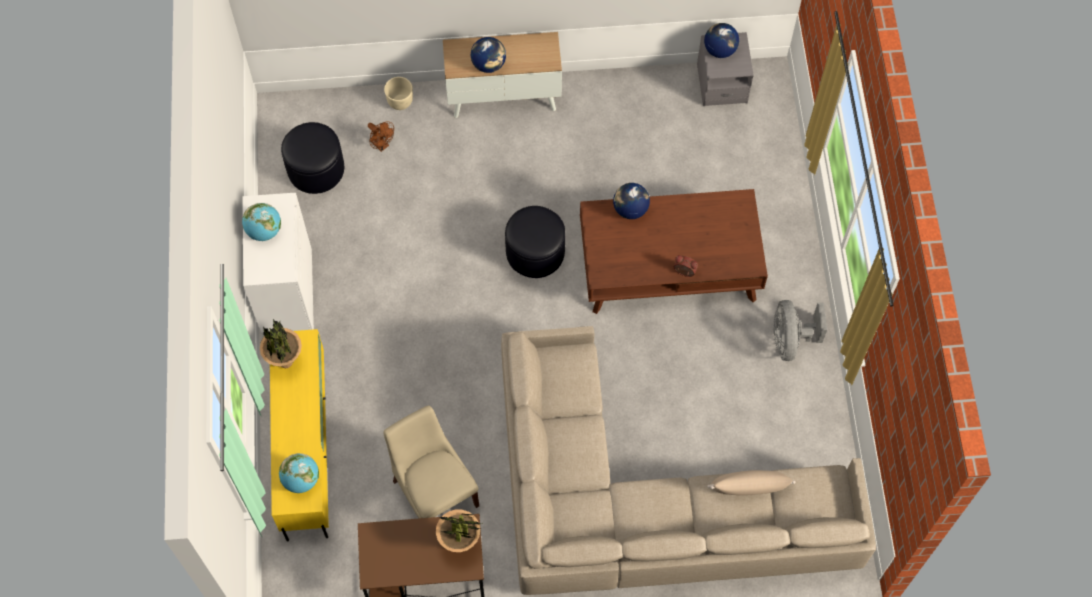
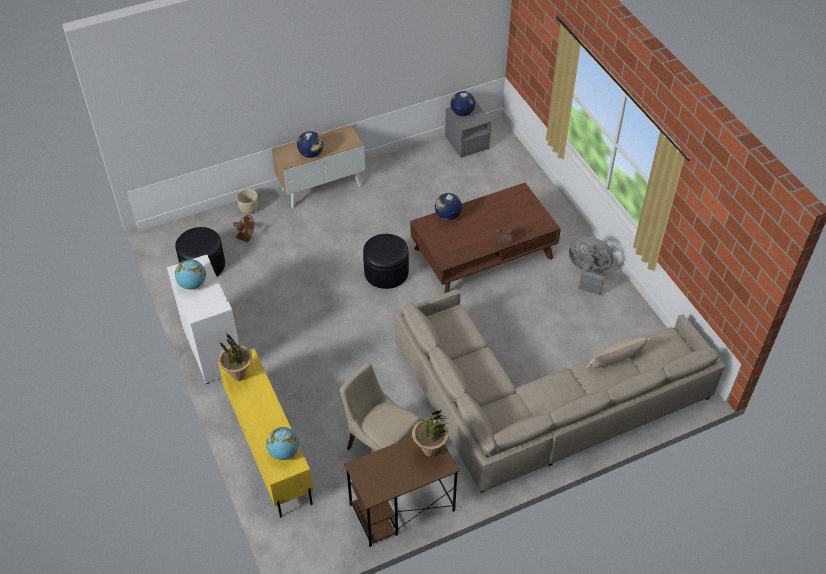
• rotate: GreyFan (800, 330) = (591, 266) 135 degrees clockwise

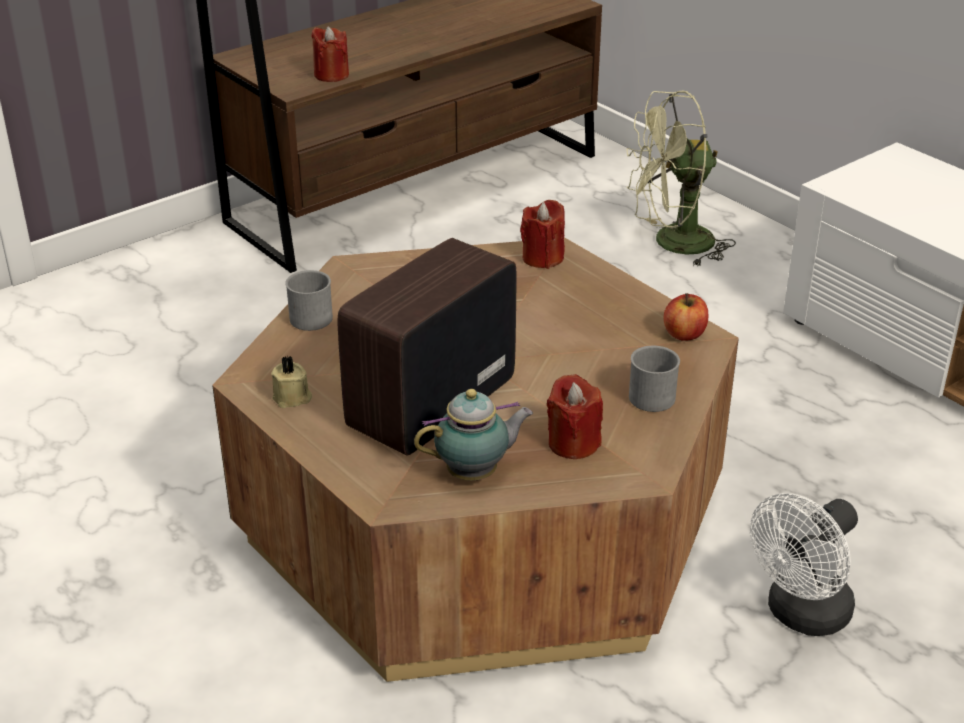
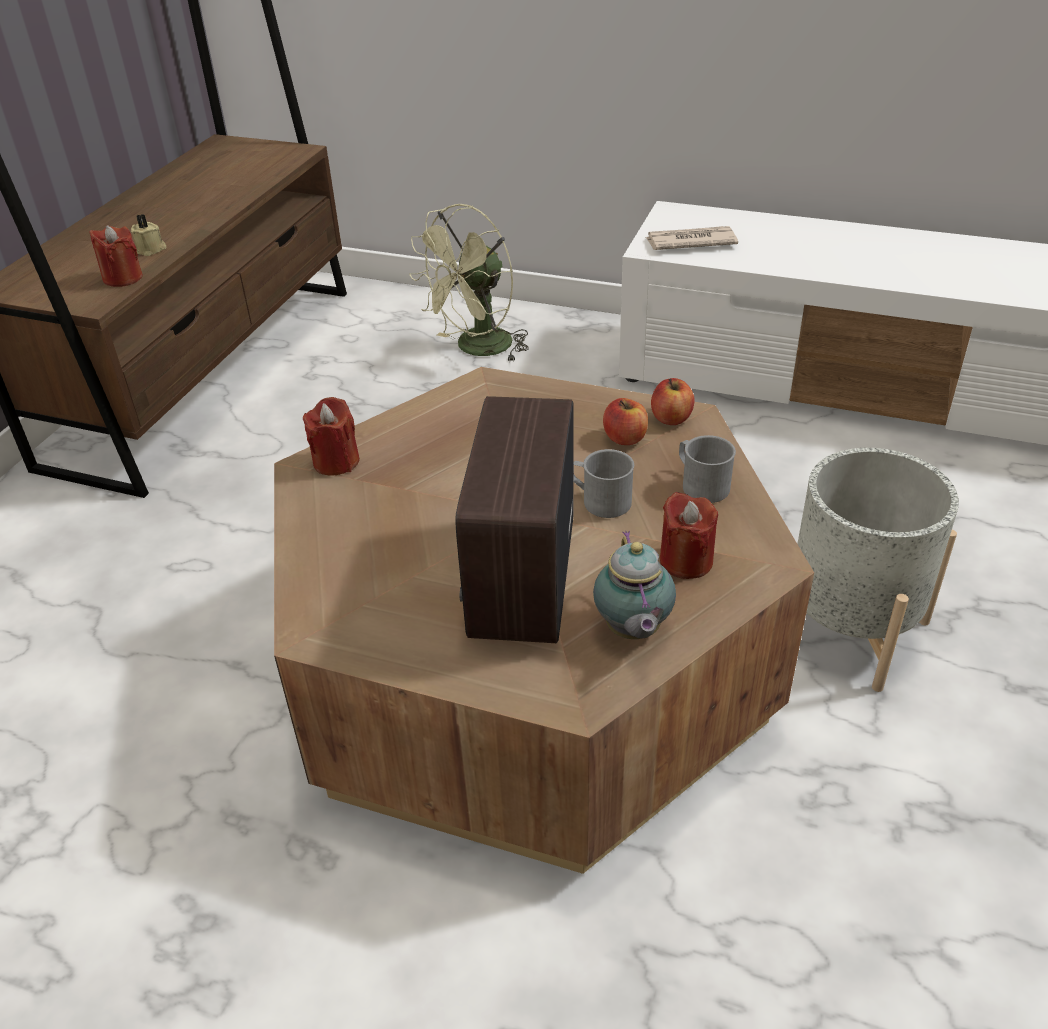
• move: BeigeCandle (291, 382) to (148, 235)
• move: RedCandle (542, 234) to (331, 436)
• move: GreyMug (309, 300) to (603, 483)
• rotate: Teapot (473, 435) = (634, 585) 135 degrees clockwise
• insert: Apple (625, 421)
• insert: Newspaper (691, 238)
• replace: WhiteFan (804, 564) to GreyPlanter (878, 570)

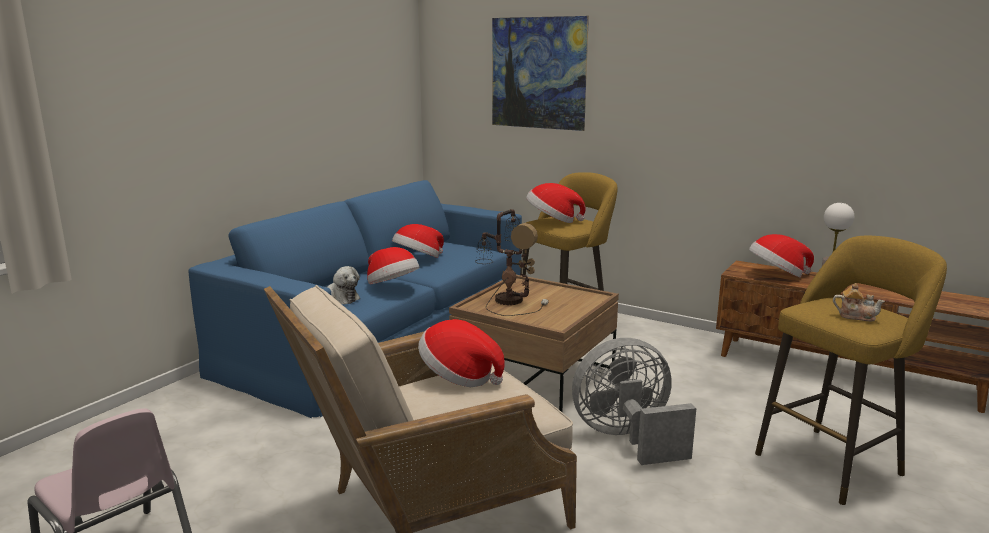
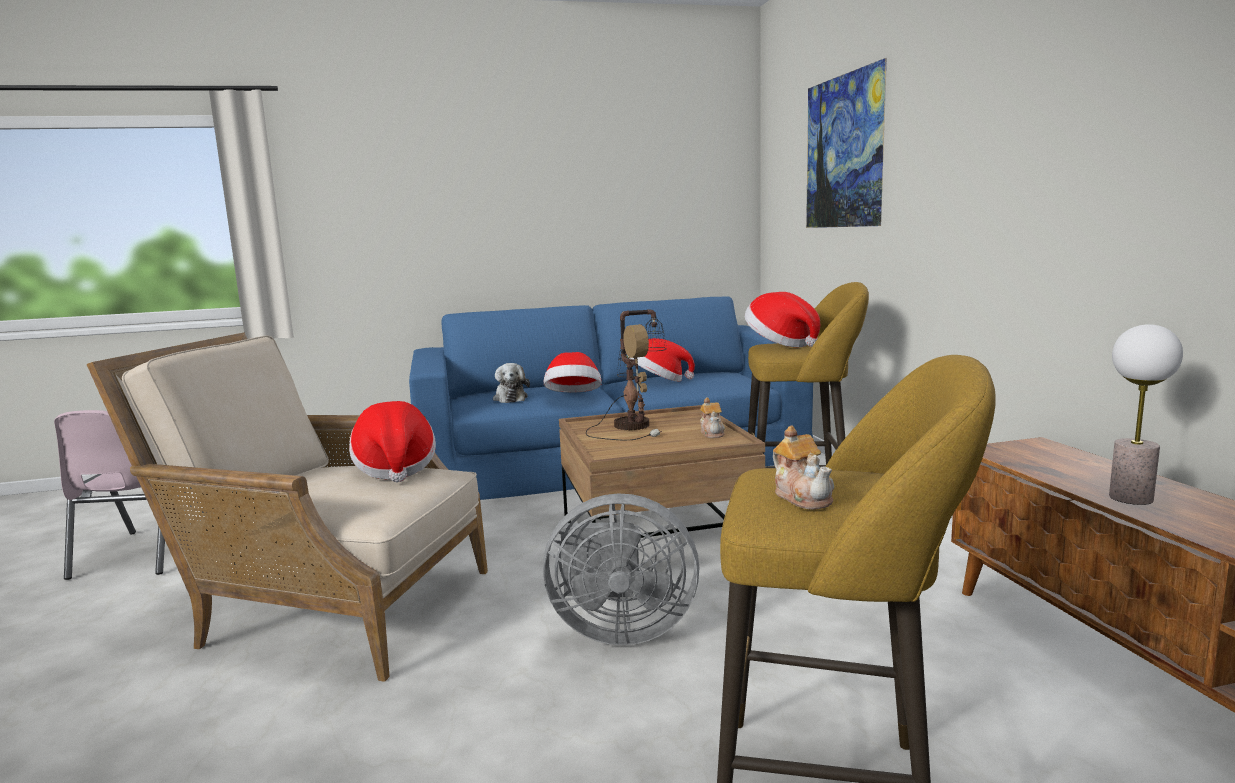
• rotate: GreyFan (634, 401) = (621, 569) 150 degrees clockwise
• insert: Teapot (712, 417)
• delete: Hat (781, 255)

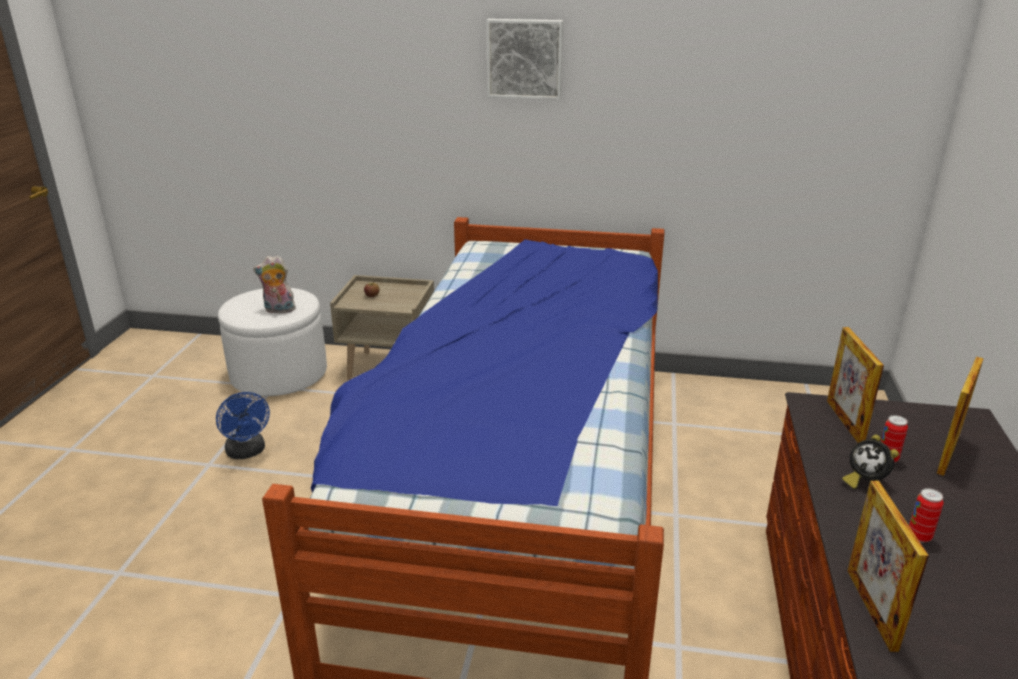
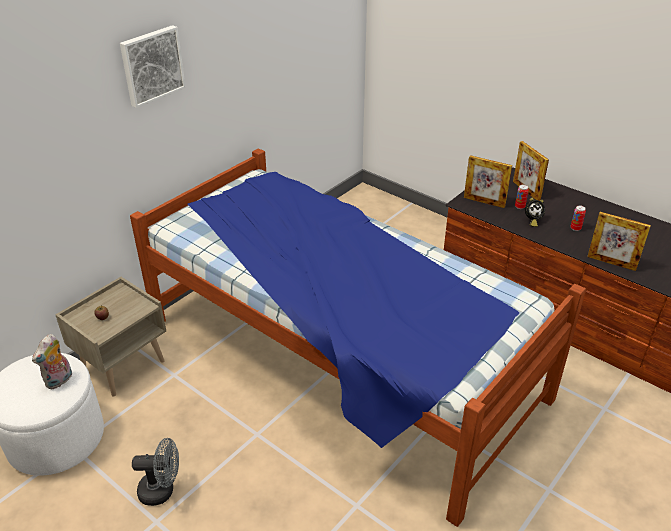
• recolor: BlueFan (243, 425) to GreyFan (155, 472)

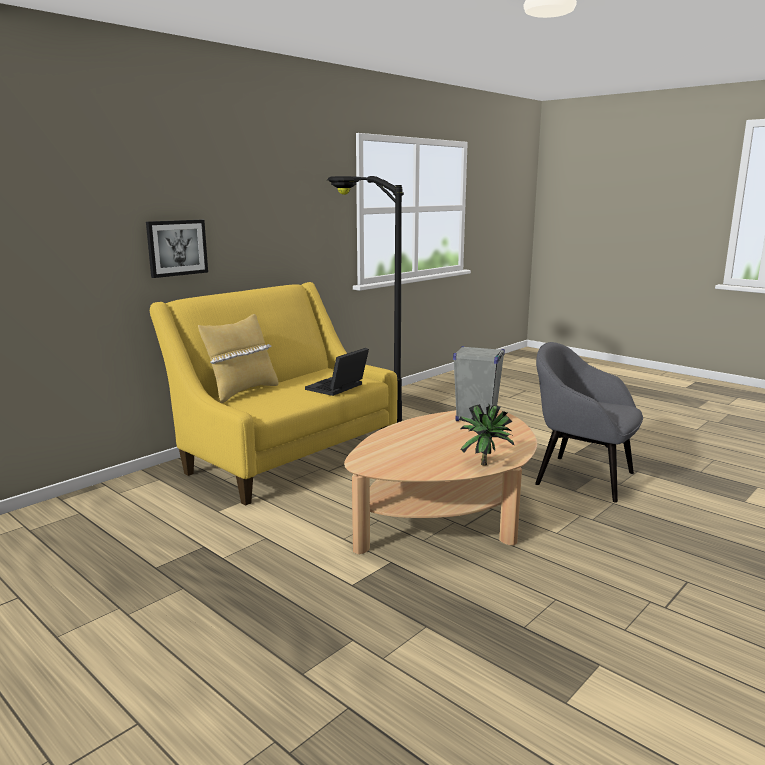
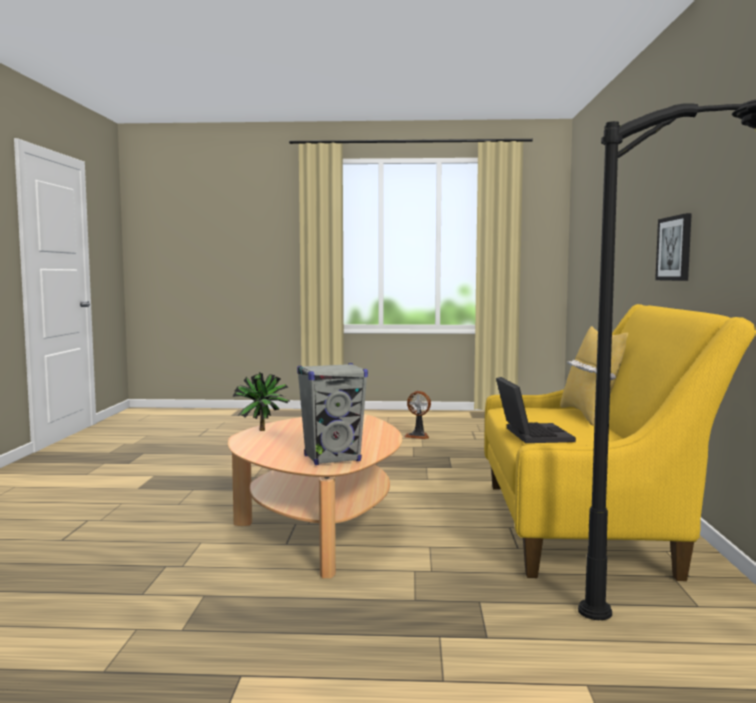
• insert: Fan (417, 415)
• delete: GreyArmchair (589, 422)

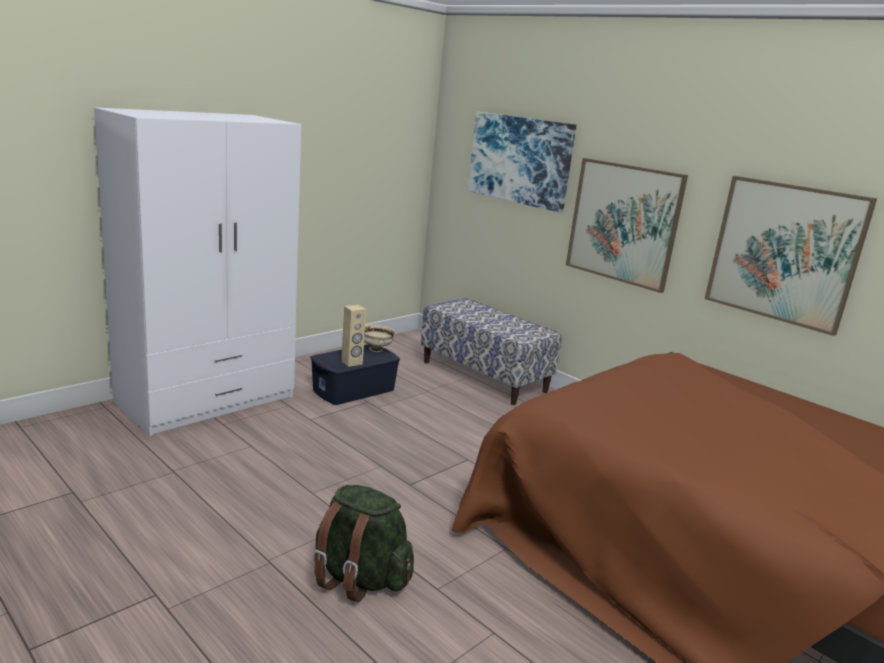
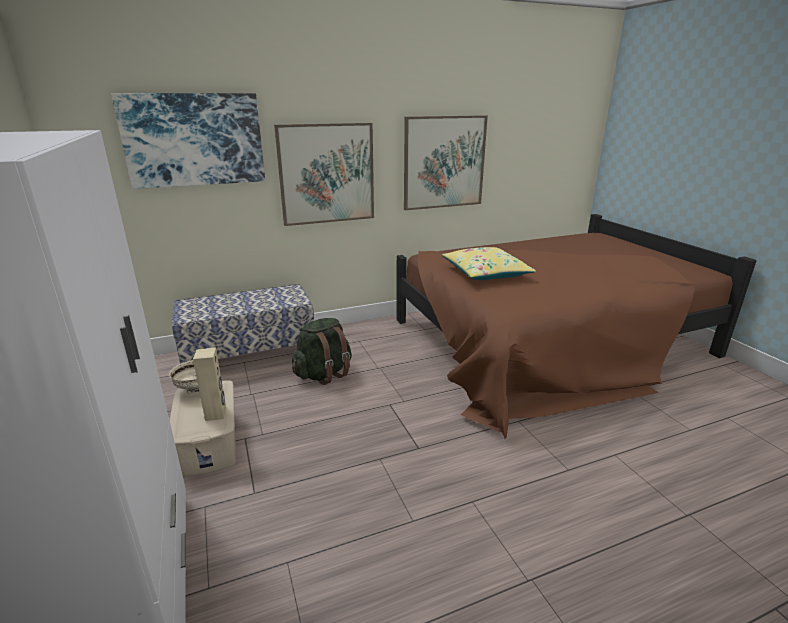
• recolor: BlueStorageBox (355, 375) to BeigeStorageBox (203, 428)
• move: GreenBackpack (363, 543) to (322, 351)
• insert: YellowPillow (489, 263)

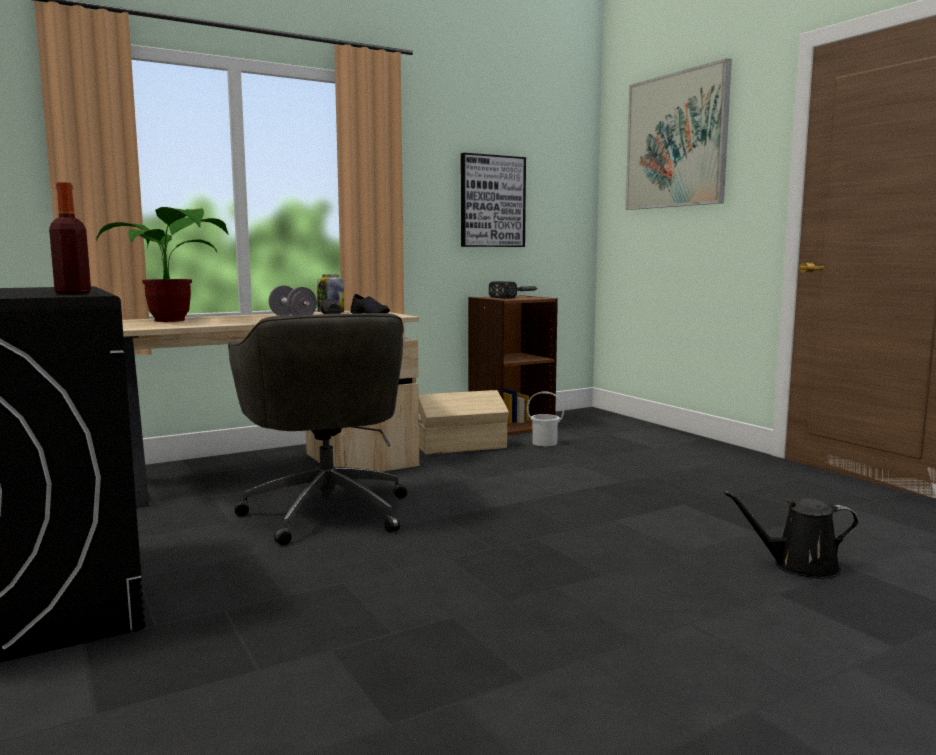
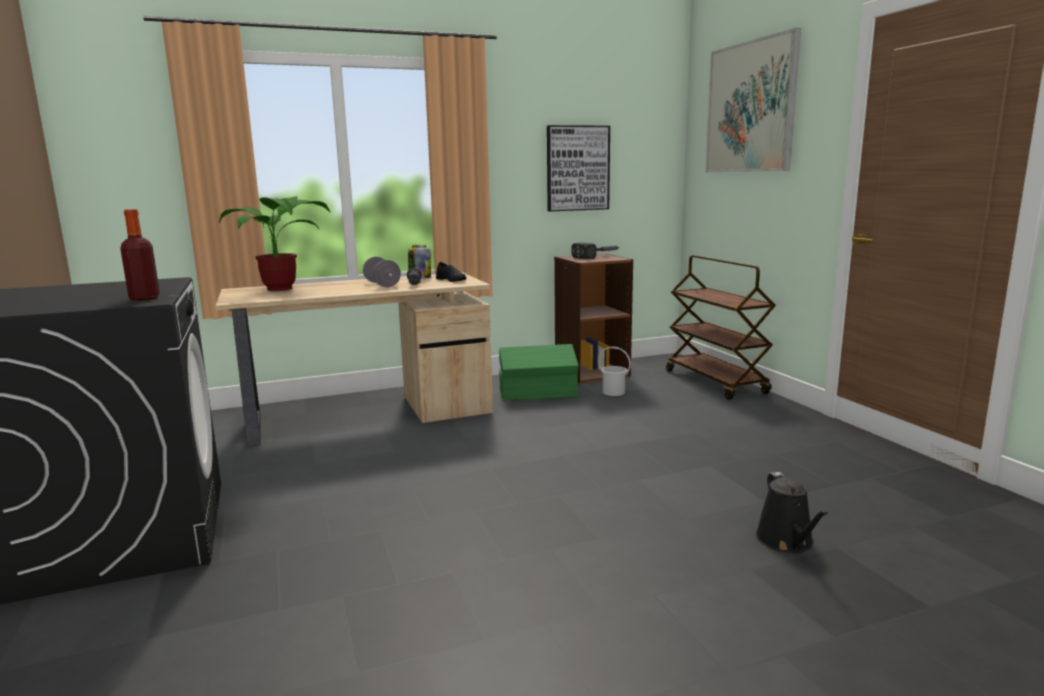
• recolor: BeigeStorageBox (464, 422) to GreenStorageBox (539, 372)
• insert: BrownCart (721, 327)
• rotate: BlackWateringCan (791, 535) = (792, 512) 105 degrees counterclockwise
• delete: GreyOfficeChair (317, 429)

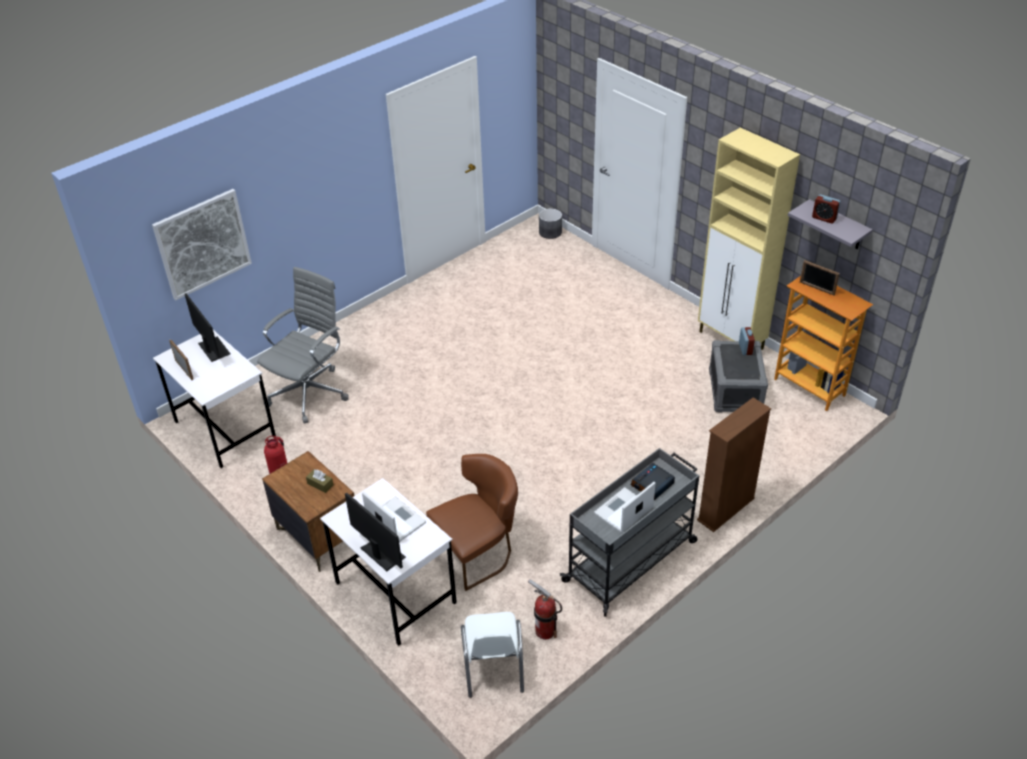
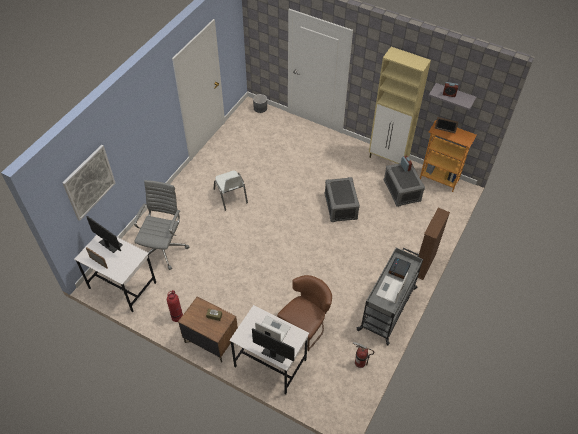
• move: WhiteChair (492, 655) to (231, 191)
• insert: GreyStorageBox (342, 199)

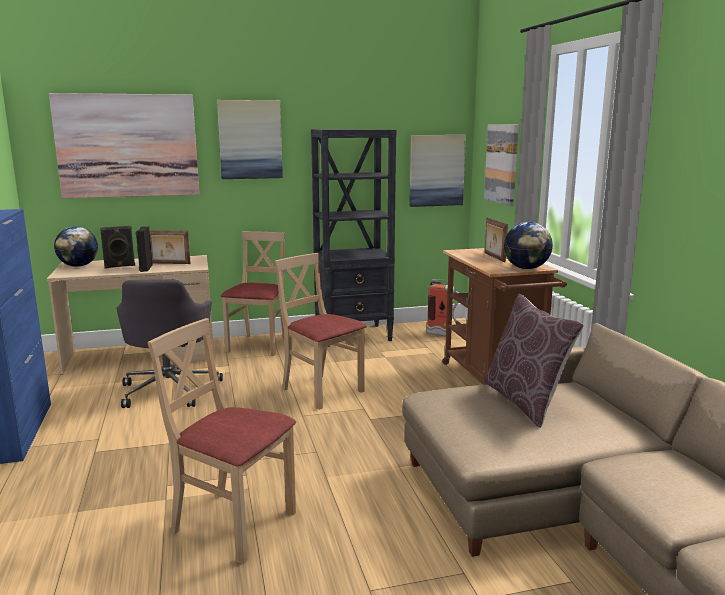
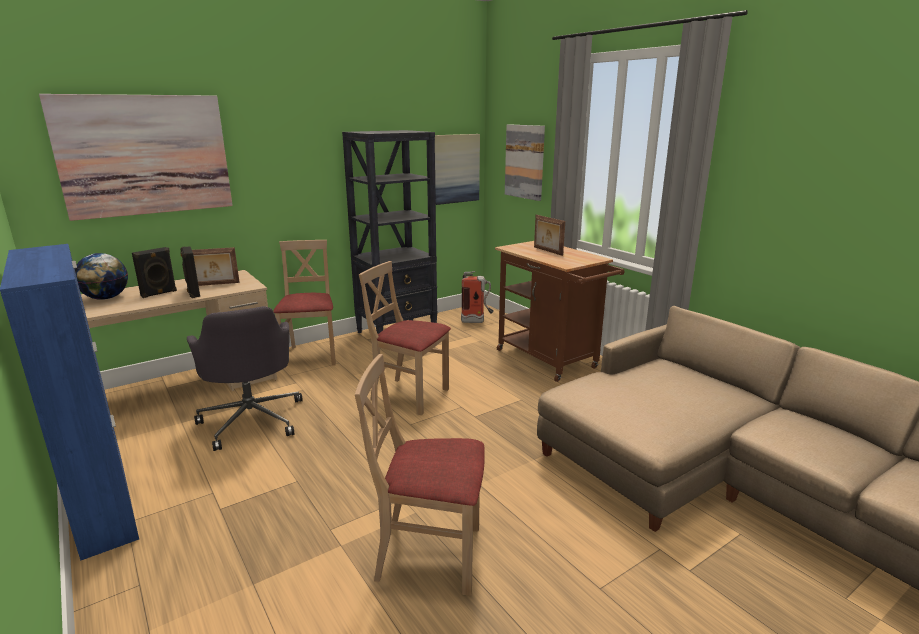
• delete: Picture (250, 139)
• delete: BrownPillow (534, 361)
• delete: Globe (528, 245)

